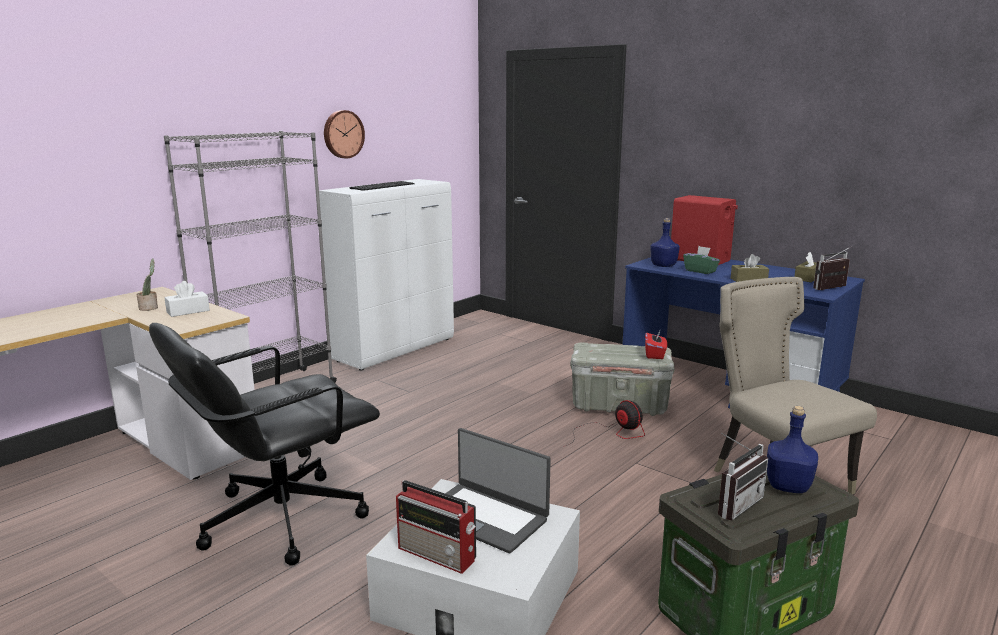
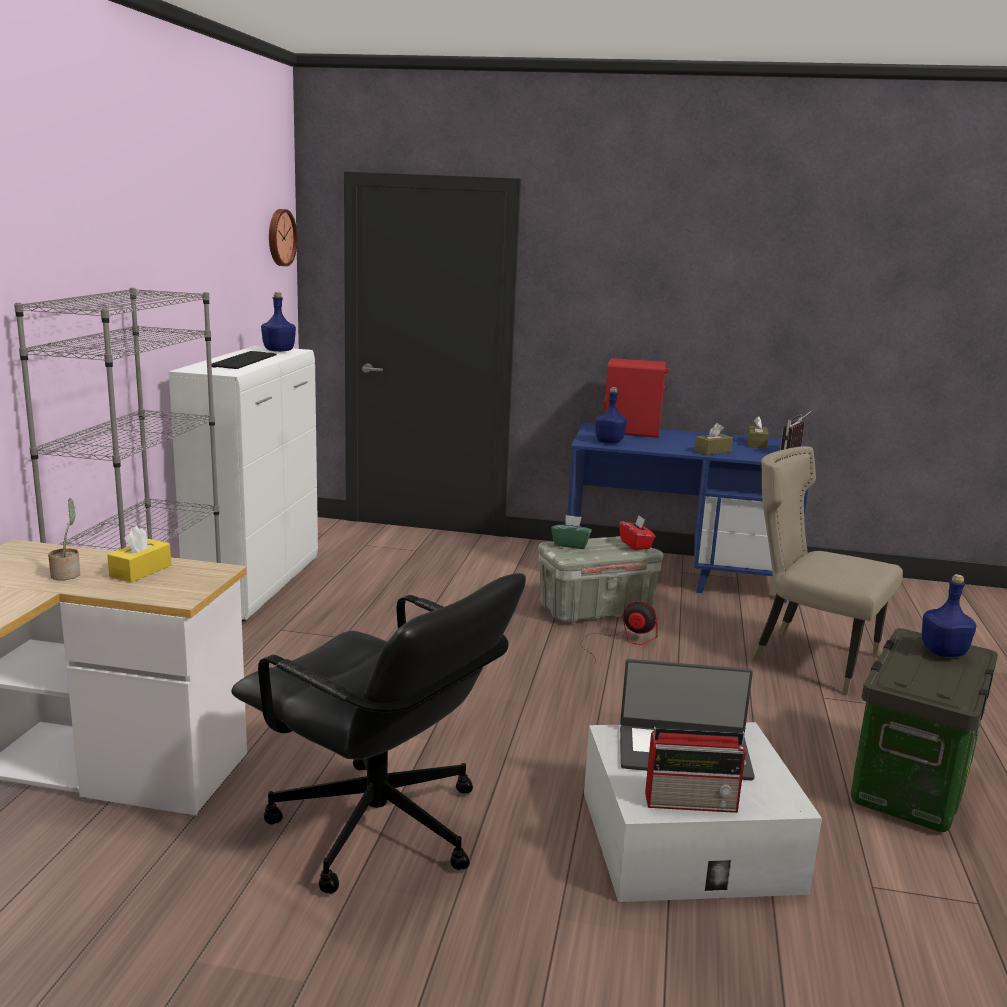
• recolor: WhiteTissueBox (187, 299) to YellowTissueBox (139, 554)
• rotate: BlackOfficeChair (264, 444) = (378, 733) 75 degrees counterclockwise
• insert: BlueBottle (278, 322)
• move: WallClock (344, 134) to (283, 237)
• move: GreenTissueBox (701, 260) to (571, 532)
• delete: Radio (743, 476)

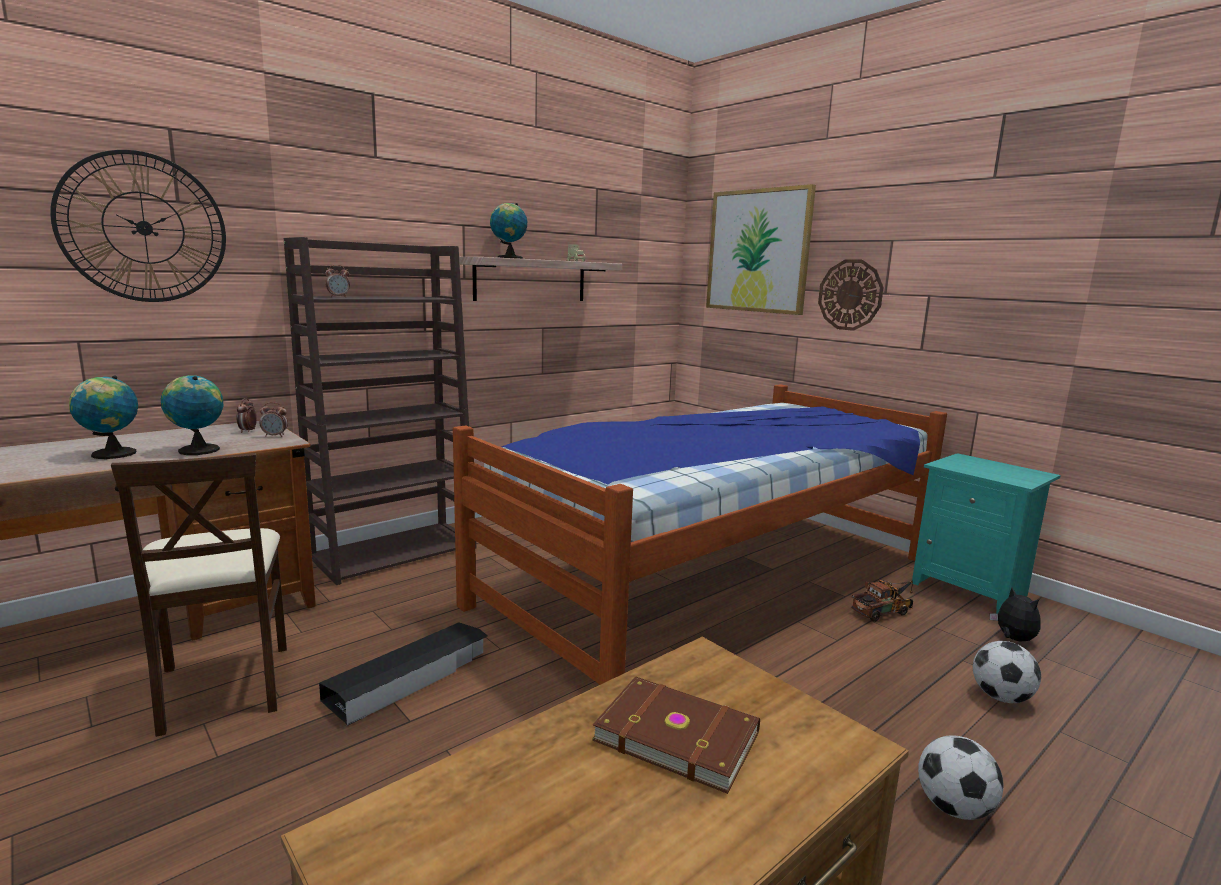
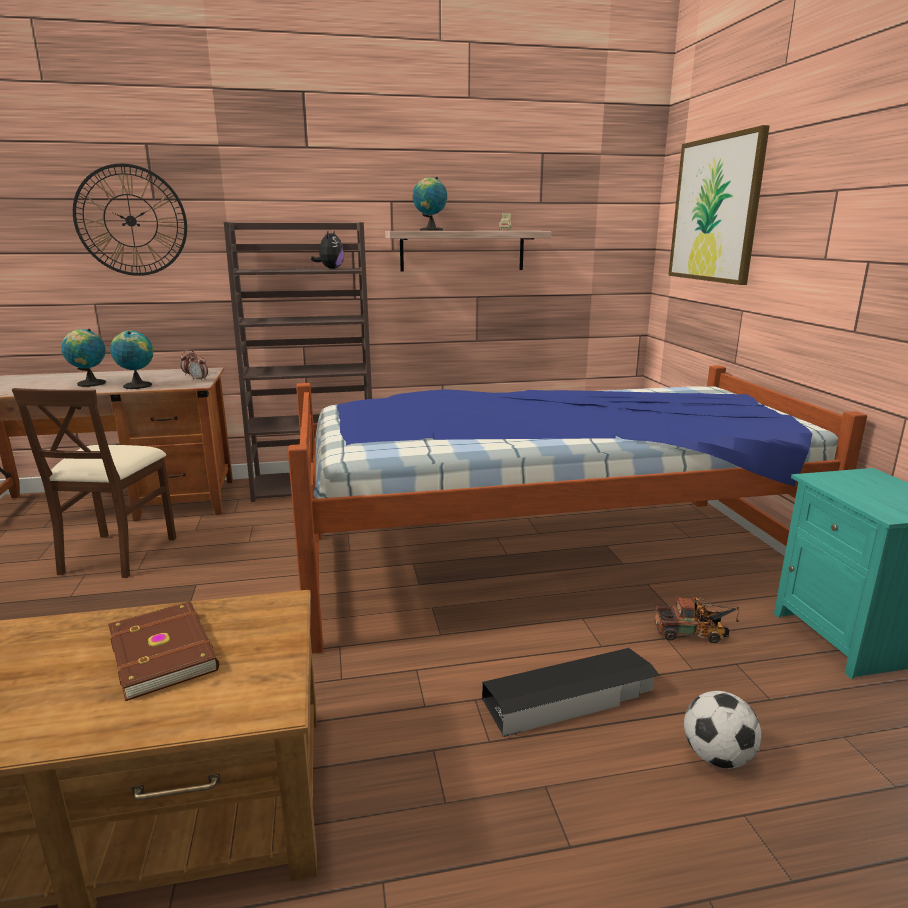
• move: PlushToy (1015, 615) to (327, 249)
• move: BlackStorageBox (403, 673) to (571, 692)
• delete: AlarmClock (337, 281)
• delete: WallClock (851, 295)
• delete: Football (961, 778)

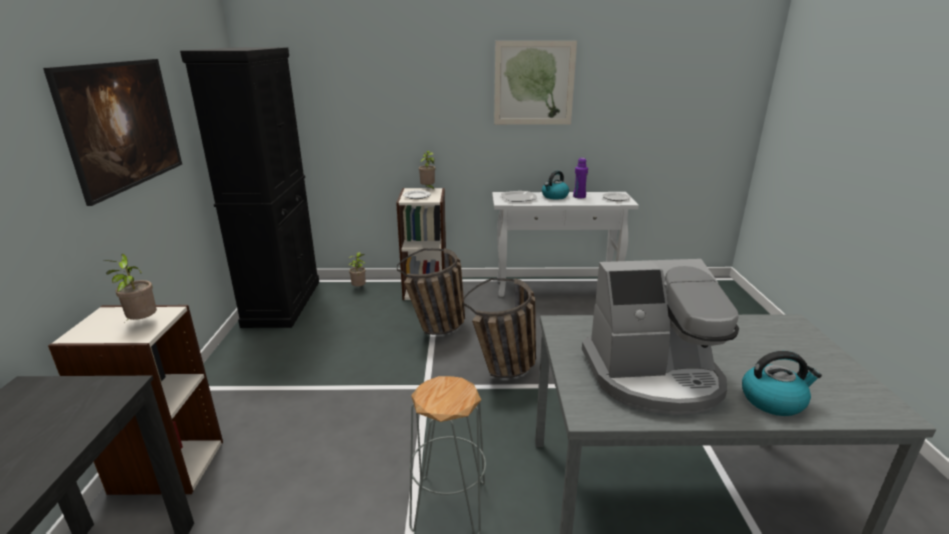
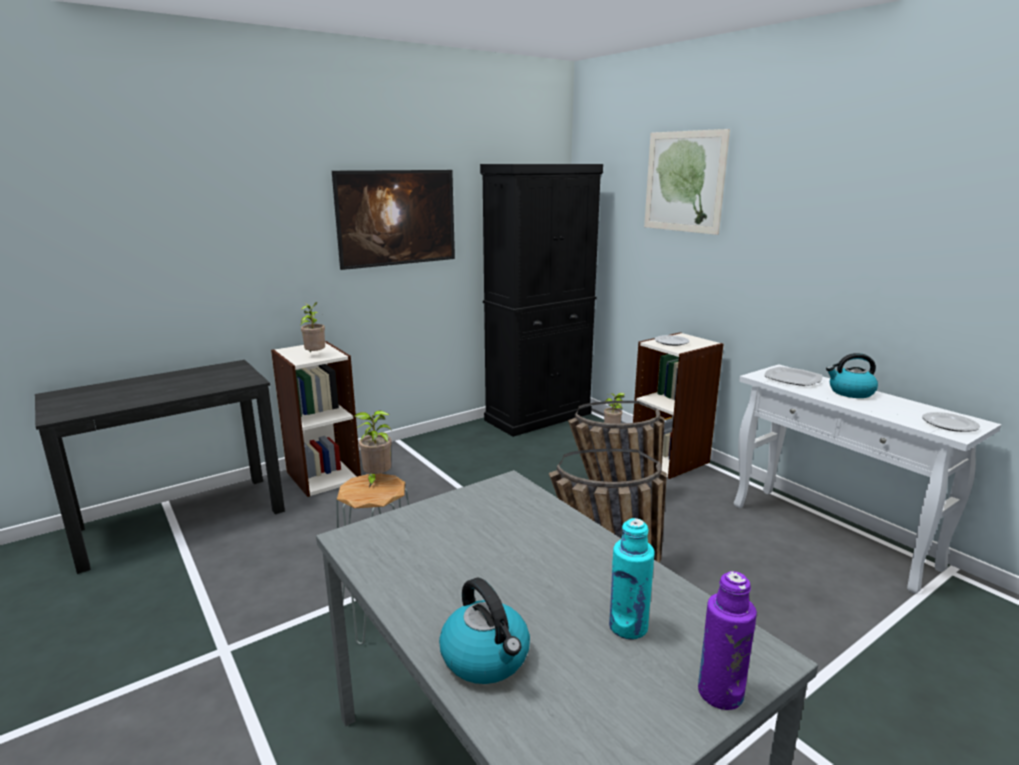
• move: PottedPlant (427, 170) to (373, 448)
• insert: TurquoiseBottle (632, 579)
• move: Picture (535, 83) to (687, 182)
• move: PurpleBottle (580, 178) to (727, 640)
• delete: CoffeeMachine (660, 337)

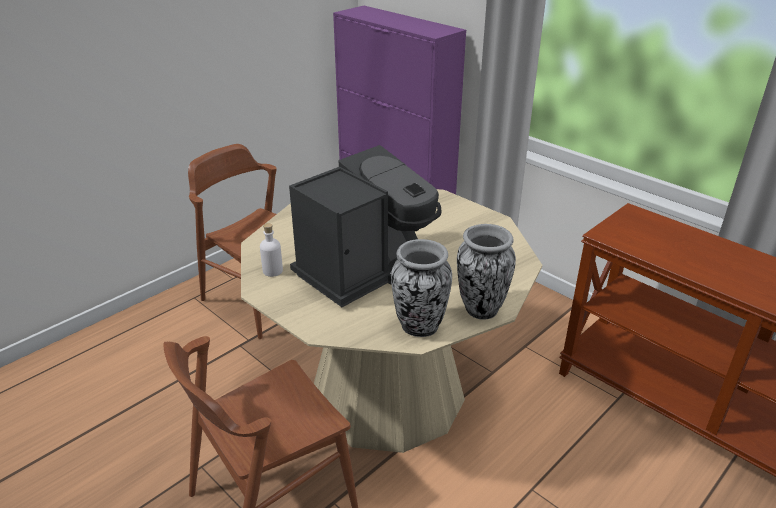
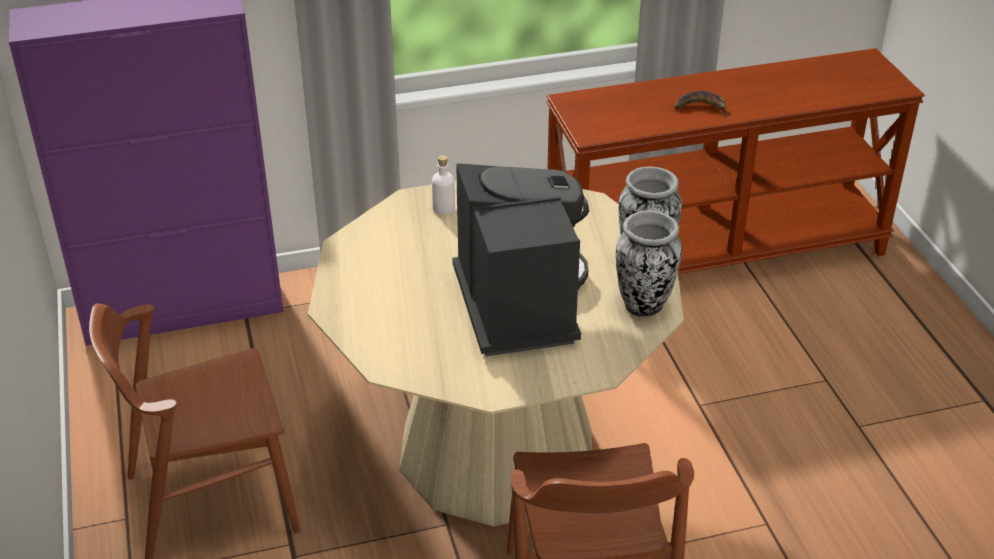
• move: WhiteBottle (271, 250) to (443, 185)
• insert: Banana (701, 104)

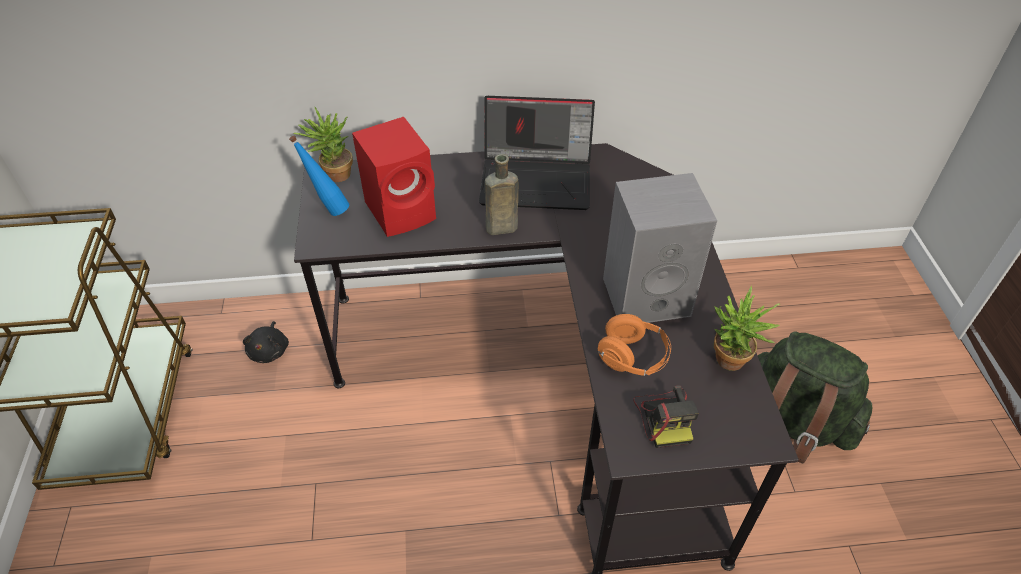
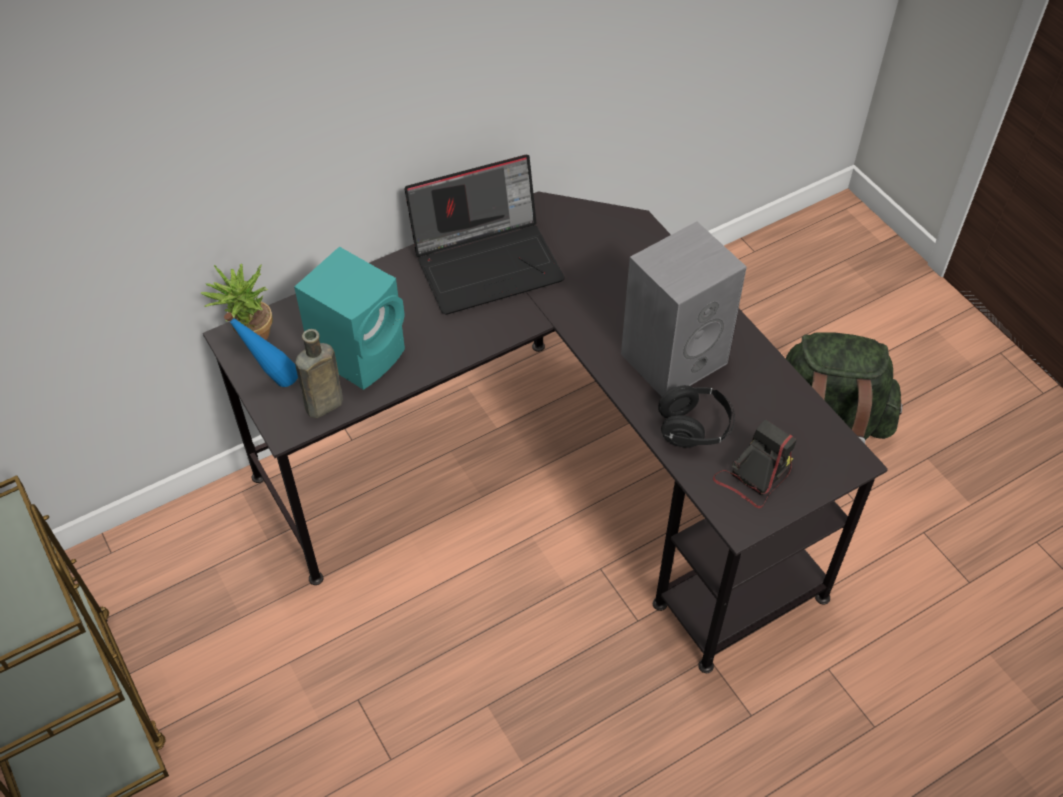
• recolor: RedSpeaker (394, 177) to TurquoiseSpeaker (349, 318)
• move: BrownBottle (501, 194) to (319, 373)
• recolor: OrangeHeadphones (634, 345) to BlackHeadphones (696, 416)
• rotate: PhotoCamera (666, 416) = (755, 463) 105 degrees counterclockwise
• delete: BlackPlushToy (266, 342)
• delete: PottedPlant (747, 328)

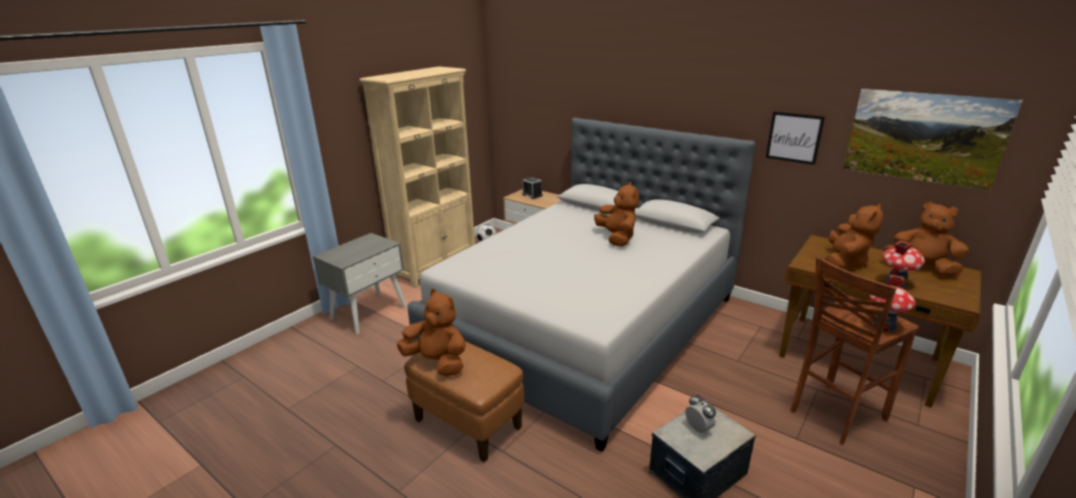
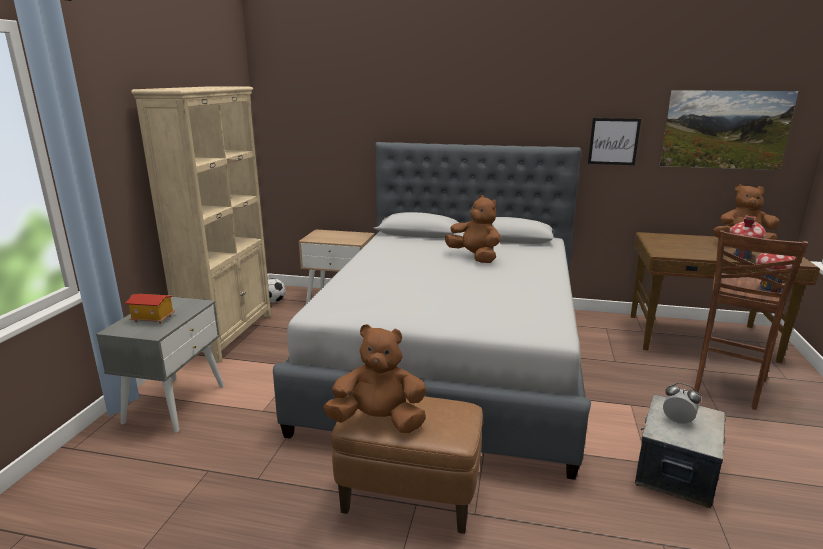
• insert: ToyHouse (150, 309)
• delete: AlarmClock (532, 188)
• delete: BrownPlushToy (854, 237)

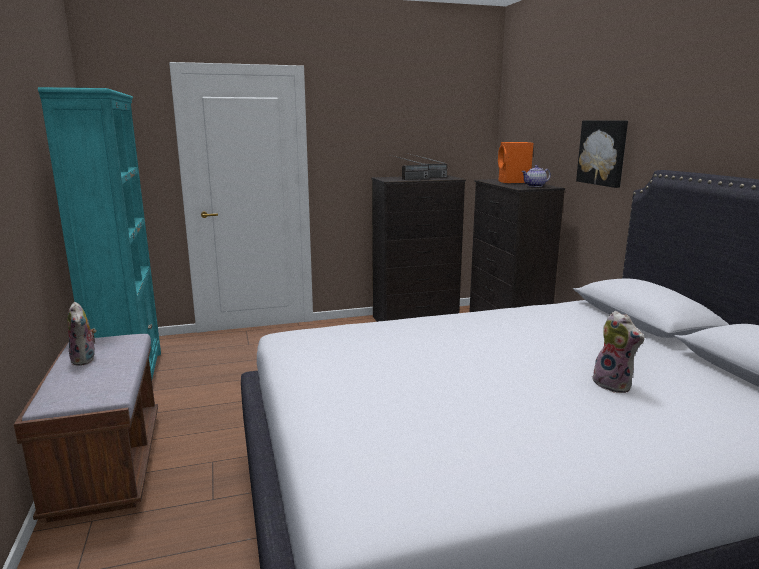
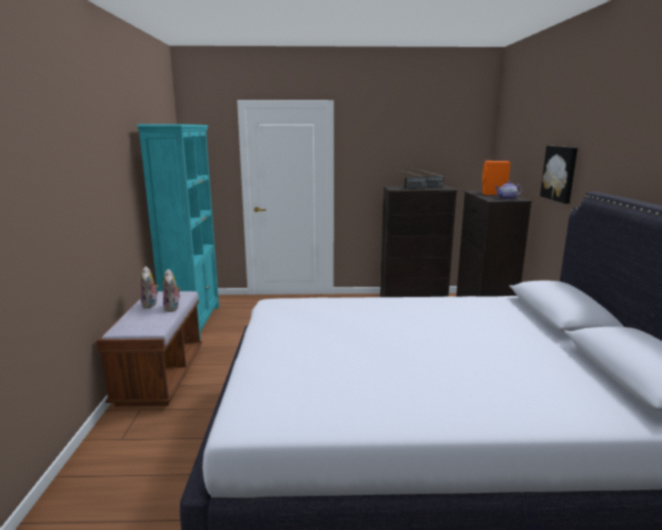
• move: PlushToy (618, 352) to (172, 290)

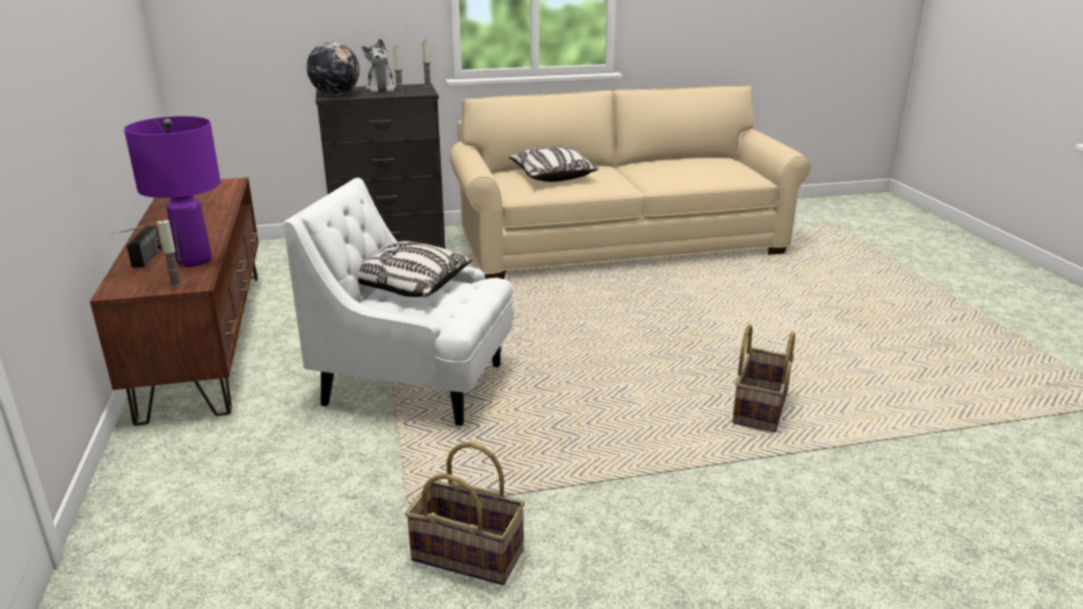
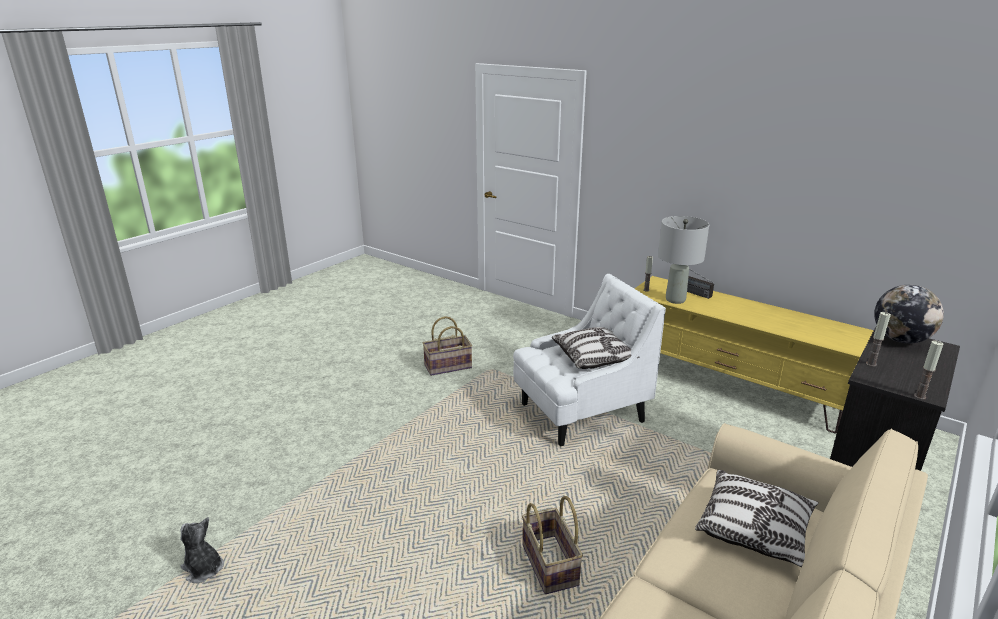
• move: PlushToy (379, 66) to (202, 550)
• move: Basket (763, 378) to (552, 545)
• recolor: BrownTvStand (174, 301) to YellowTvStand (754, 355)
• recolor: PurpleTableLamp (172, 191) to GreyTableLamp (683, 260)

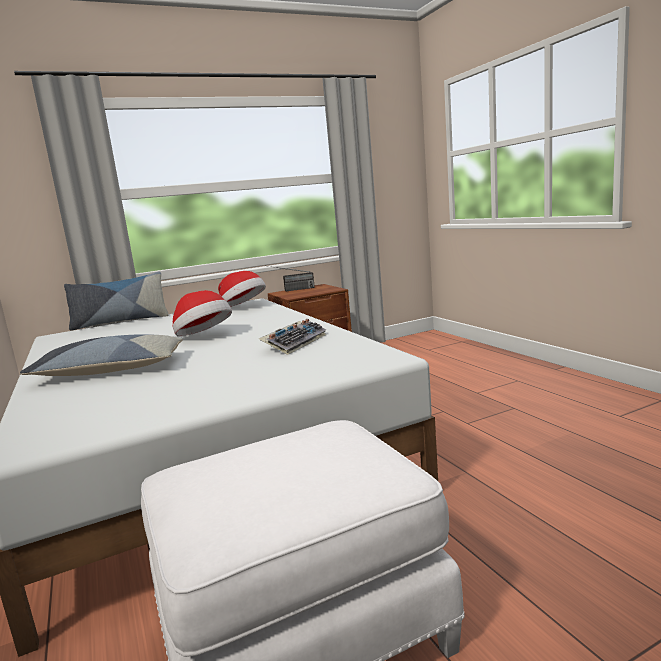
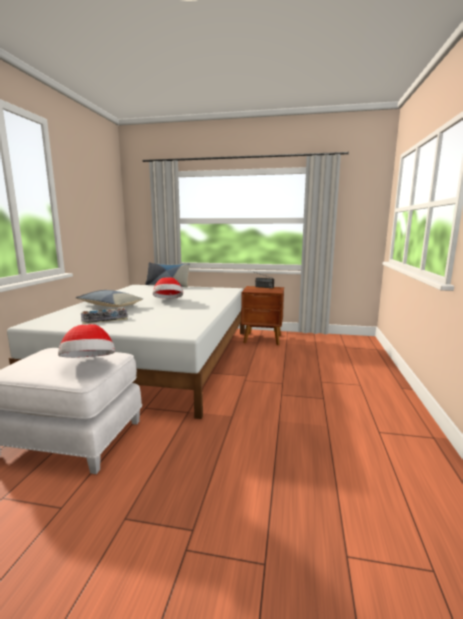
• move: Hat (242, 289) to (86, 341)
• move: Keyboard (293, 337) to (104, 316)

